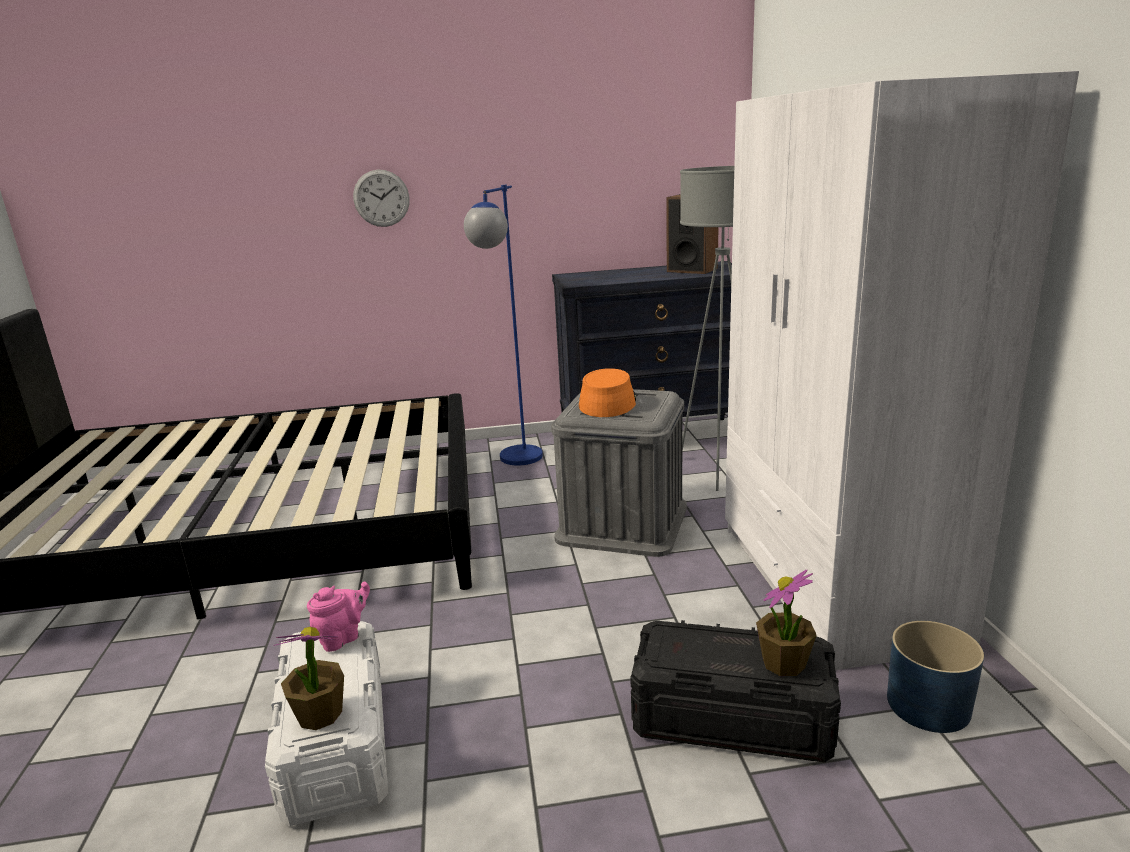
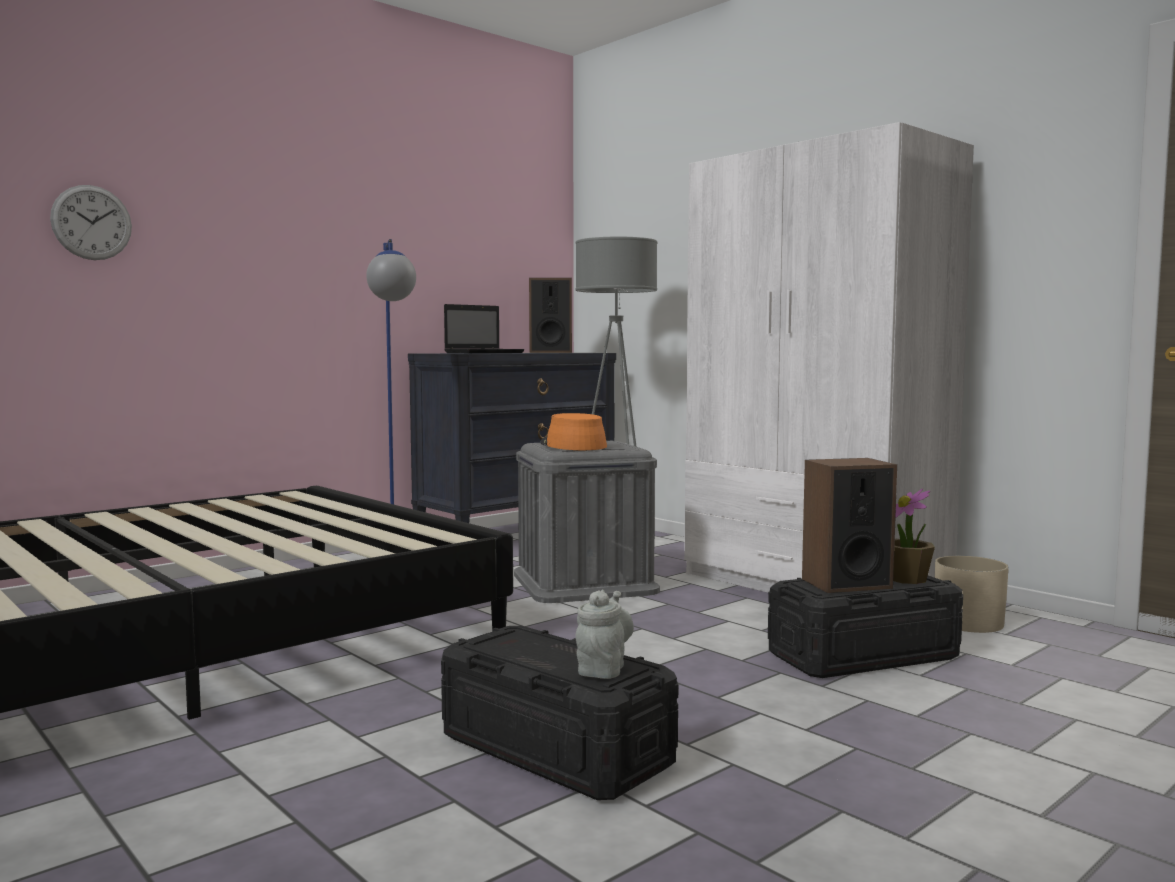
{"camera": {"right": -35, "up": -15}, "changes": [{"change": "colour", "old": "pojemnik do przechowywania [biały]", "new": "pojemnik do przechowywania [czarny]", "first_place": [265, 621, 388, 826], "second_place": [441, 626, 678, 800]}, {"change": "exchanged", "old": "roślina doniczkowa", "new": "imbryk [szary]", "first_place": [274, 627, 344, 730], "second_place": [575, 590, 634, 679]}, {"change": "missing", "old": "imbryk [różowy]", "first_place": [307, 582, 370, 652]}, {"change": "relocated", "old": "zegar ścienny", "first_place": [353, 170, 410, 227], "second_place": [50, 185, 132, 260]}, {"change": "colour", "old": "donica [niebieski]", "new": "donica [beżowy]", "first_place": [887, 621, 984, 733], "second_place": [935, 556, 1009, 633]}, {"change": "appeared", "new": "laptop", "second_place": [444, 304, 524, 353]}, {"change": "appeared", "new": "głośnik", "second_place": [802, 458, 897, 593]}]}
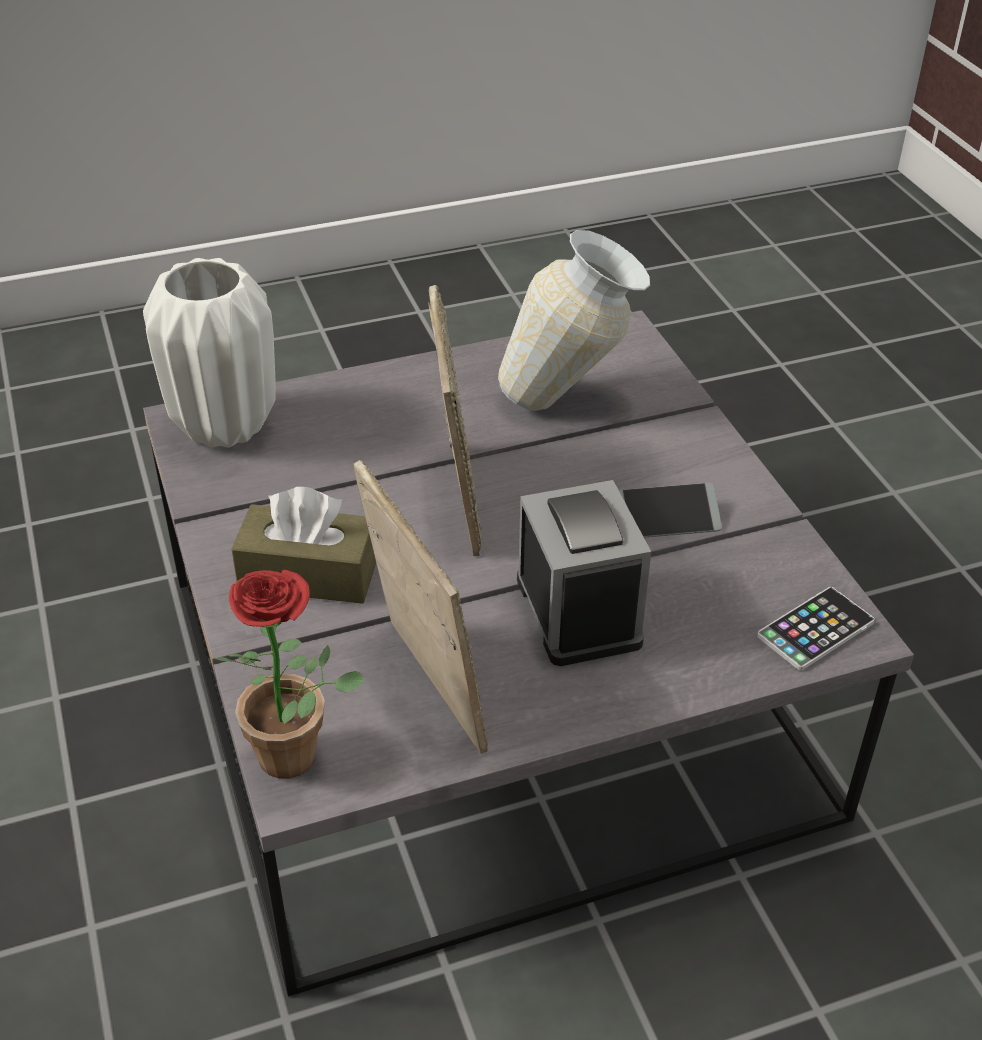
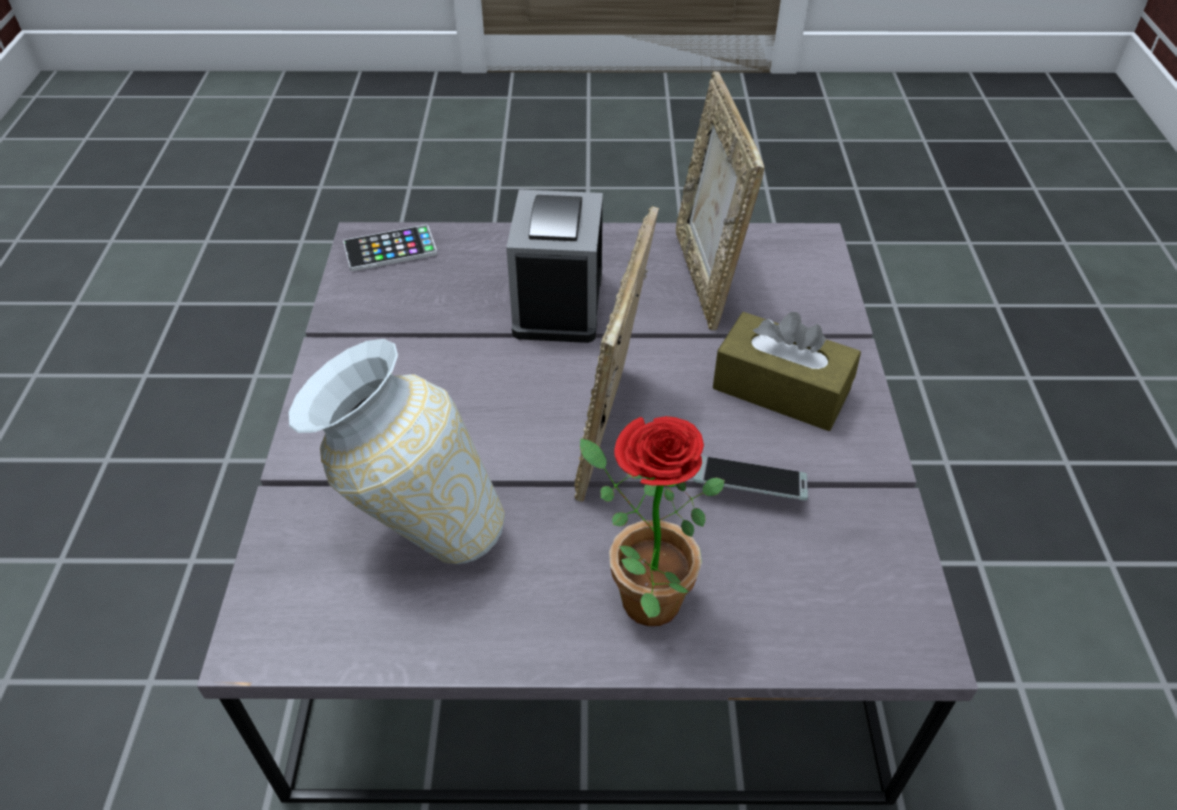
{"camera": {"right": -160, "up": 5}, "changes": [{"change": "missing", "old": "wazon [biały]", "first_place": [143, 258, 276, 448]}, {"change": "relocated", "old": "roślina doniczkowa", "first_place": [213, 570, 365, 779], "second_place": [580, 416, 725, 626]}, {"change": "relocated", "old": "telefon", "first_place": [619, 483, 722, 538], "second_place": [693, 456, 808, 500]}]}
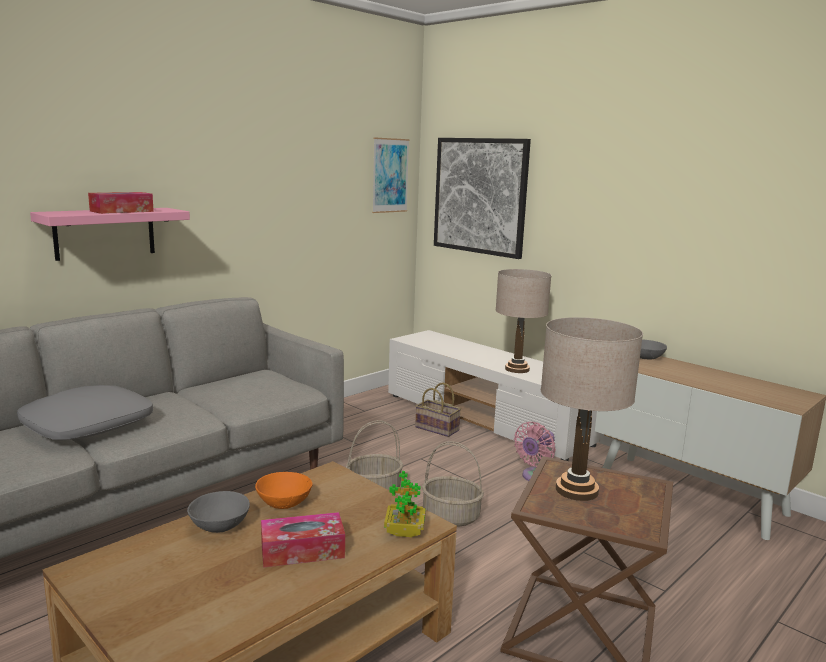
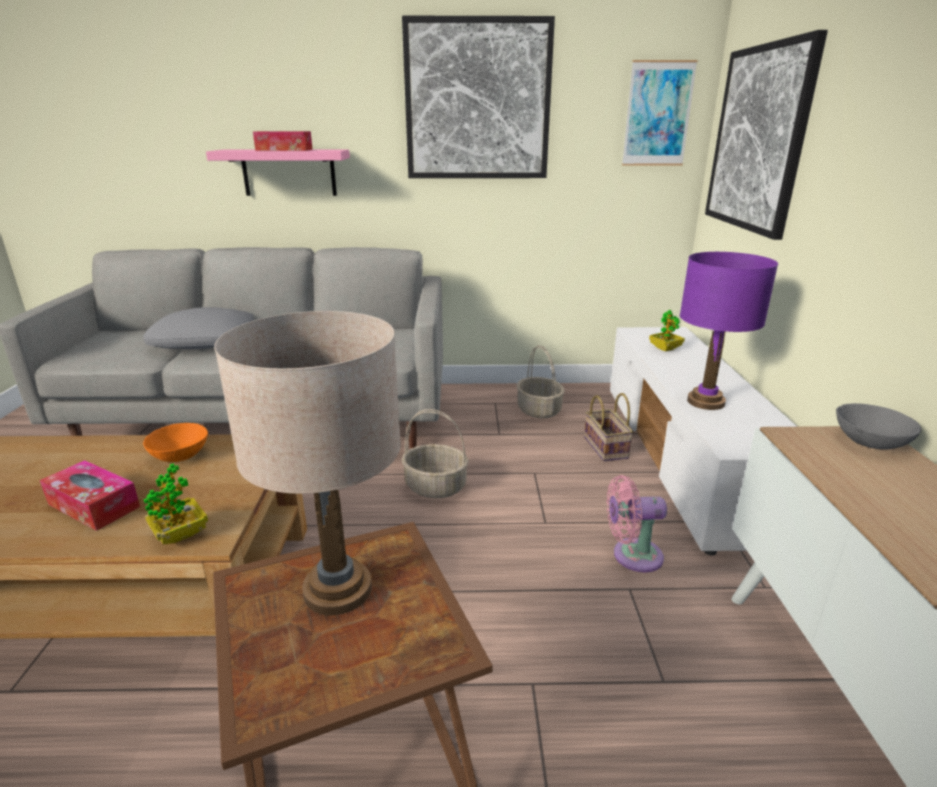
{"camera": {"right": 45, "up": 10}, "changes": [{"change": "missing", "old": "miska [szary]", "first_place": [187, 491, 250, 533]}, {"change": "relocated", "old": "koszyk", "first_place": [422, 441, 484, 527], "second_place": [517, 345, 565, 419]}, {"change": "colour", "old": "lampa stołowa [beżowy]", "new": "lampa stołowa [fioletowy]", "first_place": [496, 269, 552, 373], "second_place": [680, 252, 778, 410]}, {"change": "appeared", "new": "obraz", "second_place": [402, 16, 555, 178]}, {"change": "appeared", "new": "roślina doniczkowa", "second_place": [649, 310, 685, 351]}]}
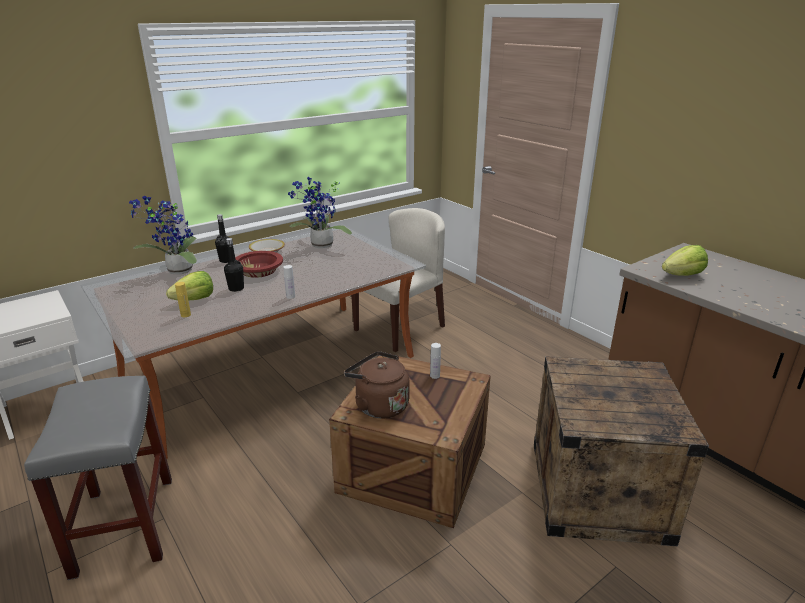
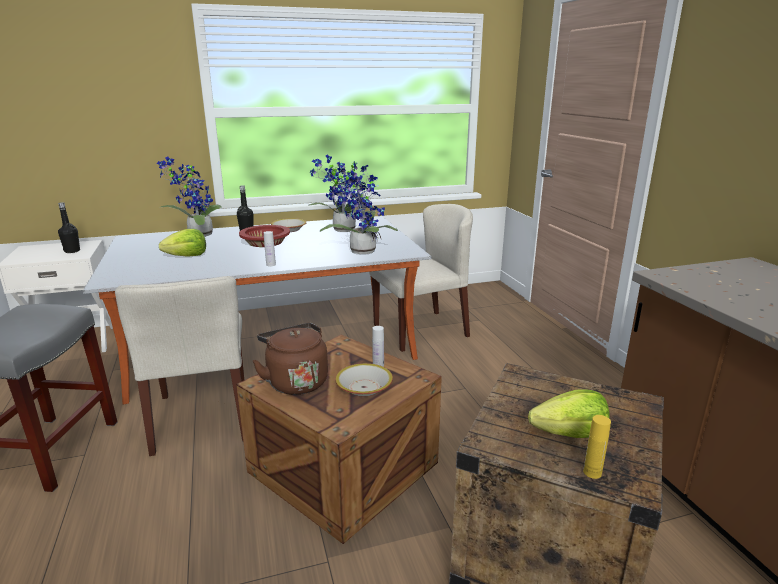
{"camera": {"right": 20, "up": -5}, "changes": [{"change": "relocated", "old": "butelka [żółty]", "first_place": [175, 282, 191, 317], "second_place": [583, 415, 611, 479]}, {"change": "relocated", "old": "butelka [czarny]", "first_place": [224, 238, 244, 292], "second_place": [58, 202, 80, 253]}, {"change": "relocated", "old": "sałata", "first_place": [662, 245, 708, 276], "second_place": [528, 389, 609, 438]}, {"change": "appeared", "new": "krzesło [beżowy]", "second_place": [115, 276, 244, 456]}, {"change": "appeared", "new": "roślina doniczkowa", "second_place": [320, 160, 398, 254]}, {"change": "appeared", "new": "miska", "second_place": [335, 363, 393, 396]}]}
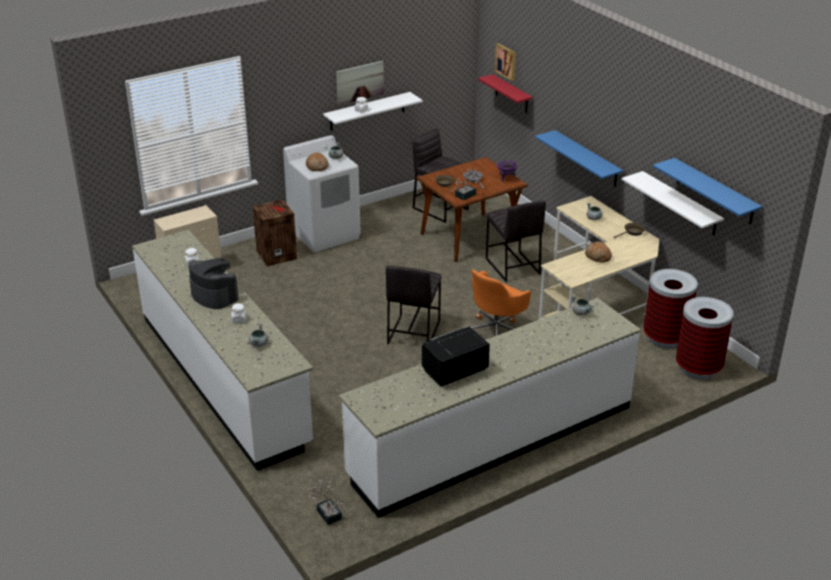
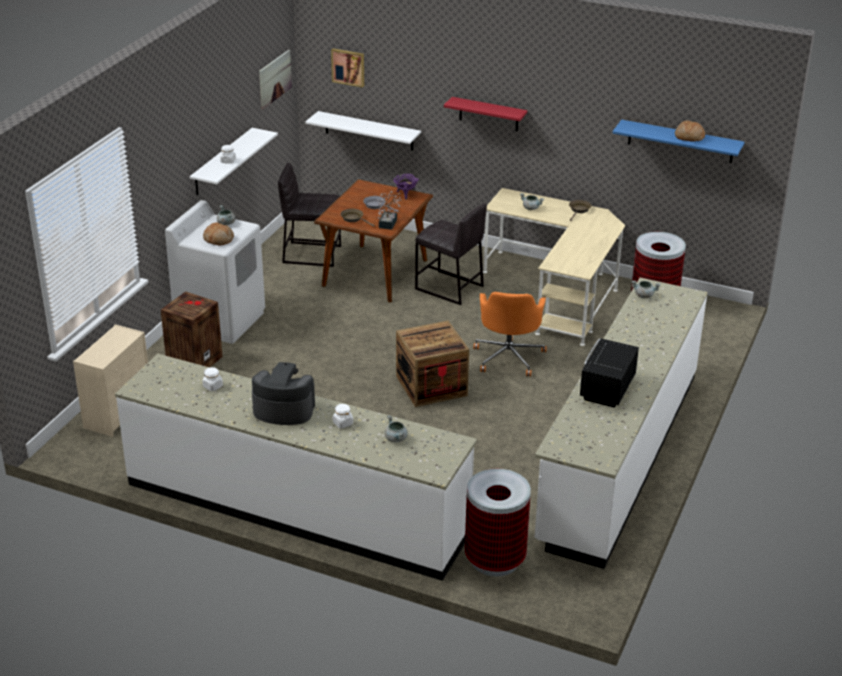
{"camera": {"right": -35, "up": 0}, "changes": [{"change": "missing", "old": "roślina doniczkowa", "first_place": [309, 477, 346, 525]}, {"change": "relocated", "old": "obraz", "first_place": [336, 61, 384, 105], "second_place": [259, 50, 292, 109]}, {"change": "exchanged", "old": "stołek [szary]", "new": "skrzynka", "first_place": [386, 266, 441, 345], "second_place": [396, 321, 469, 407]}, {"change": "relocated", "old": "półka [czerwony]", "first_place": [478, 74, 532, 113], "second_place": [444, 97, 527, 131]}, {"change": "missing", "old": "półka [niebieski]", "first_place": [535, 130, 623, 187]}, {"change": "relocated", "old": "chleb", "first_place": [585, 242, 612, 263], "second_place": [675, 120, 705, 141]}, {"change": "relocated", "old": "półka [biały]", "first_place": [622, 171, 724, 236], "second_place": [305, 111, 421, 151]}, {"change": "relocated", "old": "kosz na śmieci", "first_place": [676, 297, 733, 380], "second_place": [465, 469, 531, 577]}]}
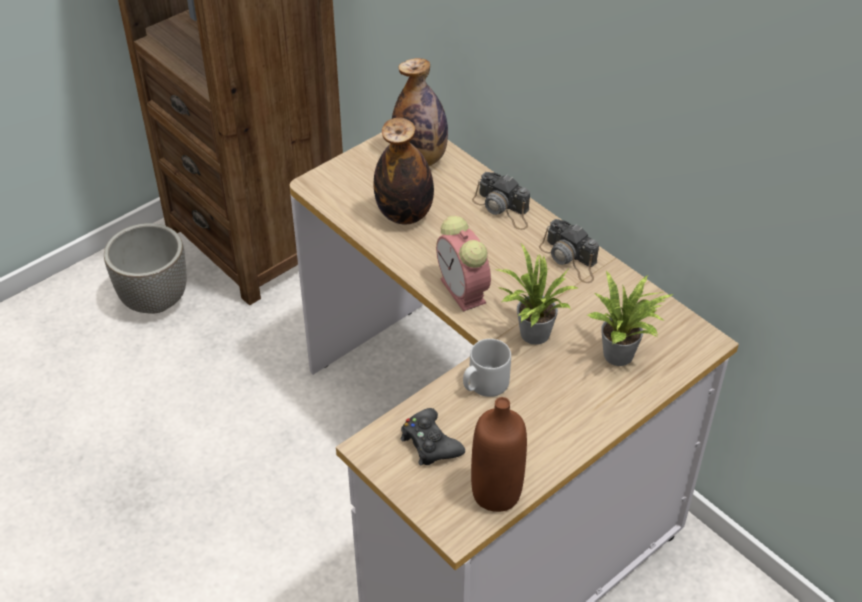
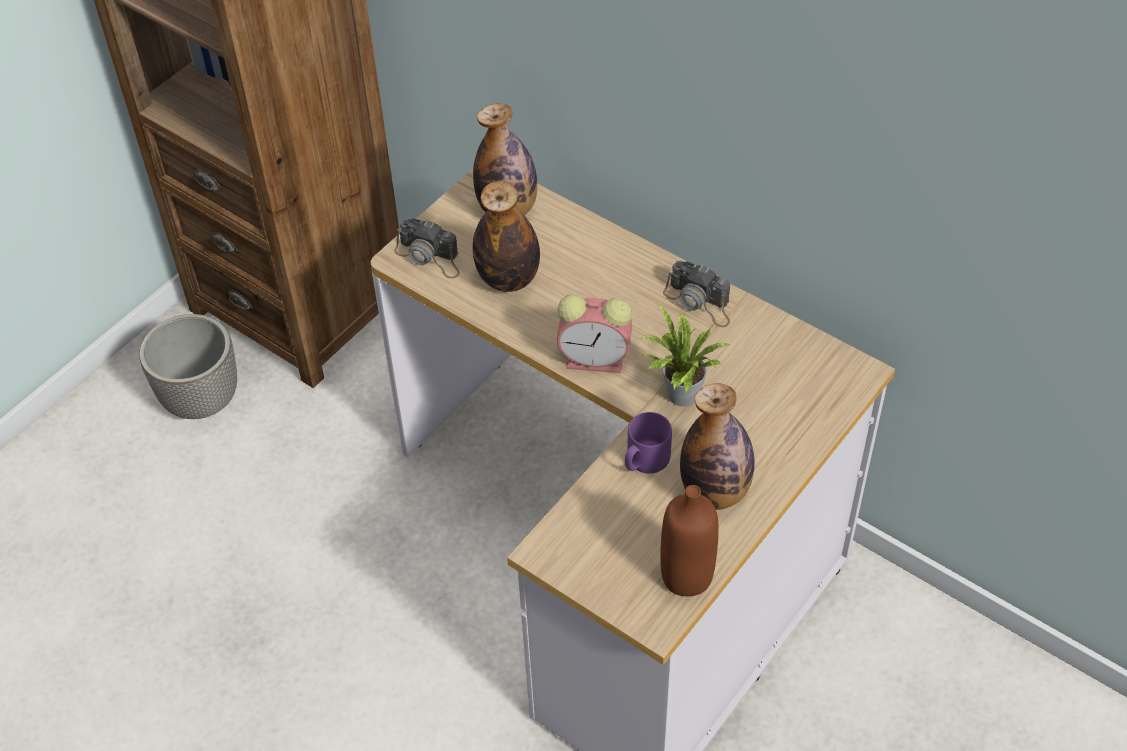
{"camera": {"right": -10, "up": 5}, "changes": [{"change": "missing", "old": "pad do gier [czarny]", "first_place": [401, 408, 465, 465]}, {"change": "spun", "old": "budzik", "first_place": [436, 215, 491, 312], "second_place": [557, 294, 632, 373], "degrees": -45}, {"change": "colour", "old": "kubek [szary]", "new": "kubek [fioletowy]", "first_place": [463, 339, 511, 397], "second_place": [625, 412, 672, 474]}, {"change": "relocated", "old": "aparat fotograficzny", "first_place": [472, 172, 530, 230], "second_place": [394, 218, 460, 278]}, {"change": "missing", "old": "roślina doniczkowa", "first_place": [588, 271, 675, 366]}, {"change": "appeared", "new": "butelka", "second_place": [680, 383, 755, 510]}]}
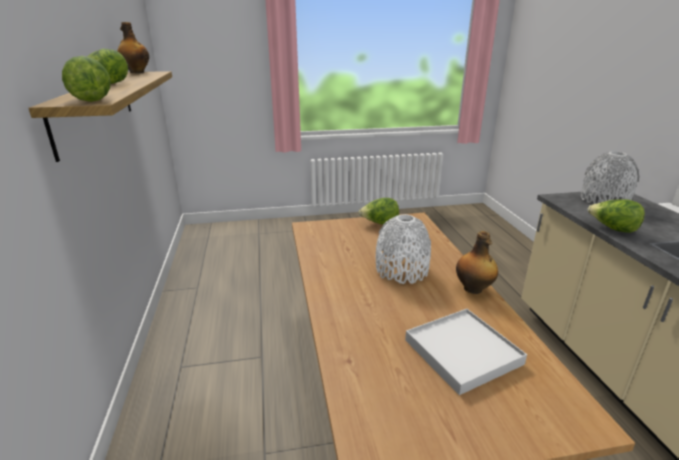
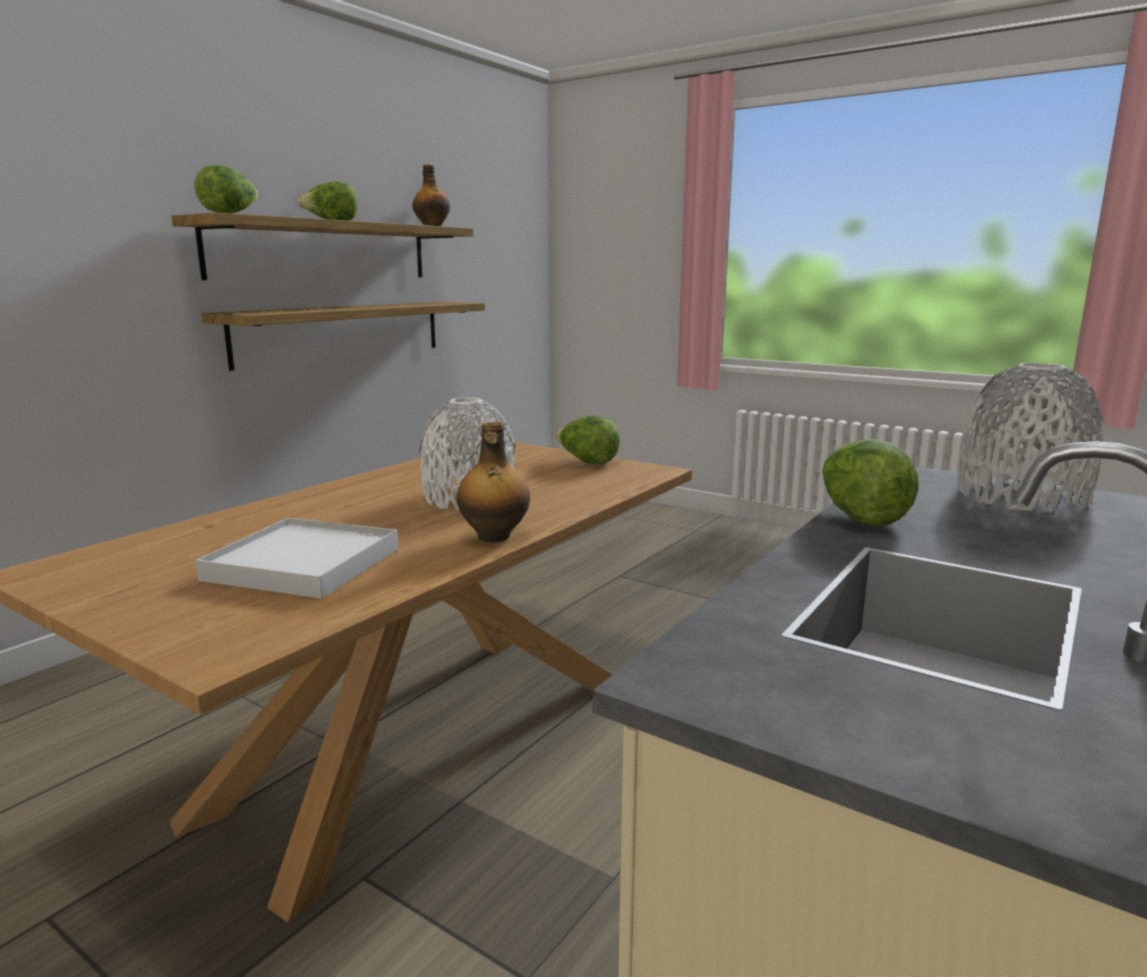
{"camera": {"right": 45, "up": -10}, "changes": [{"change": "appeared", "new": "półka", "second_place": [202, 301, 485, 371]}]}
